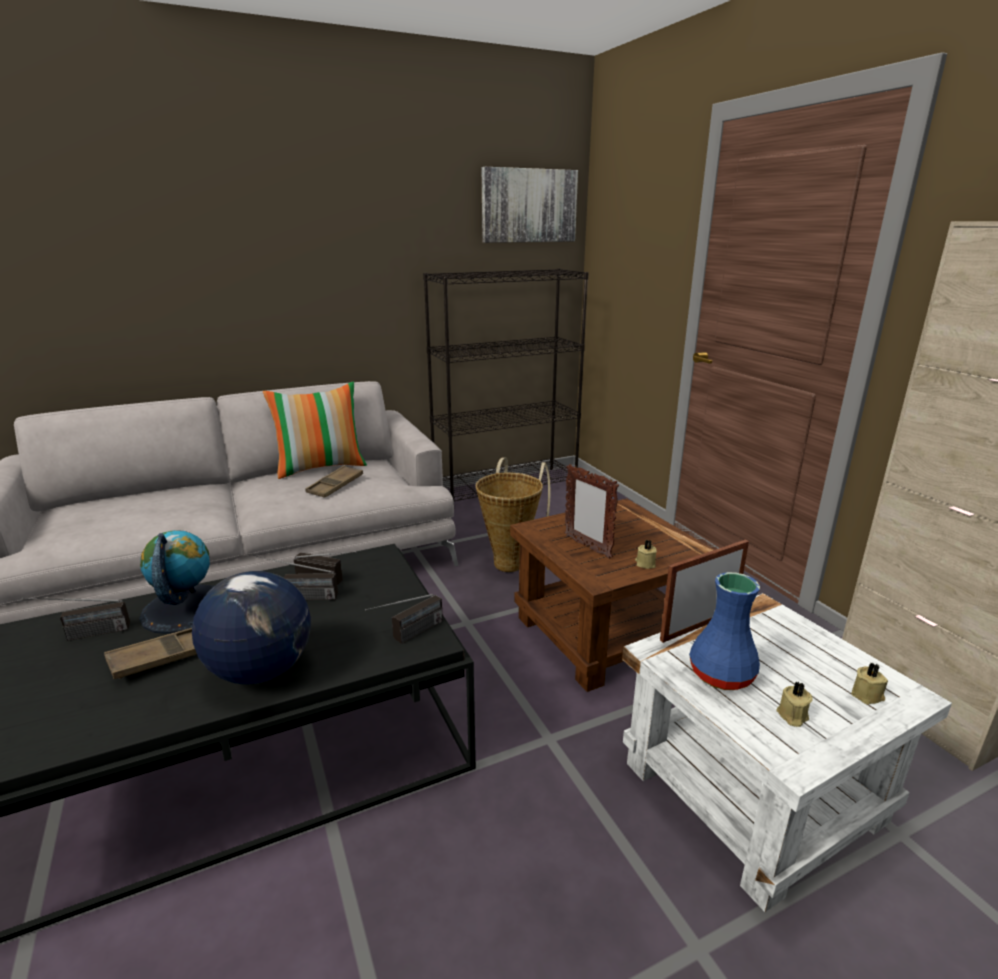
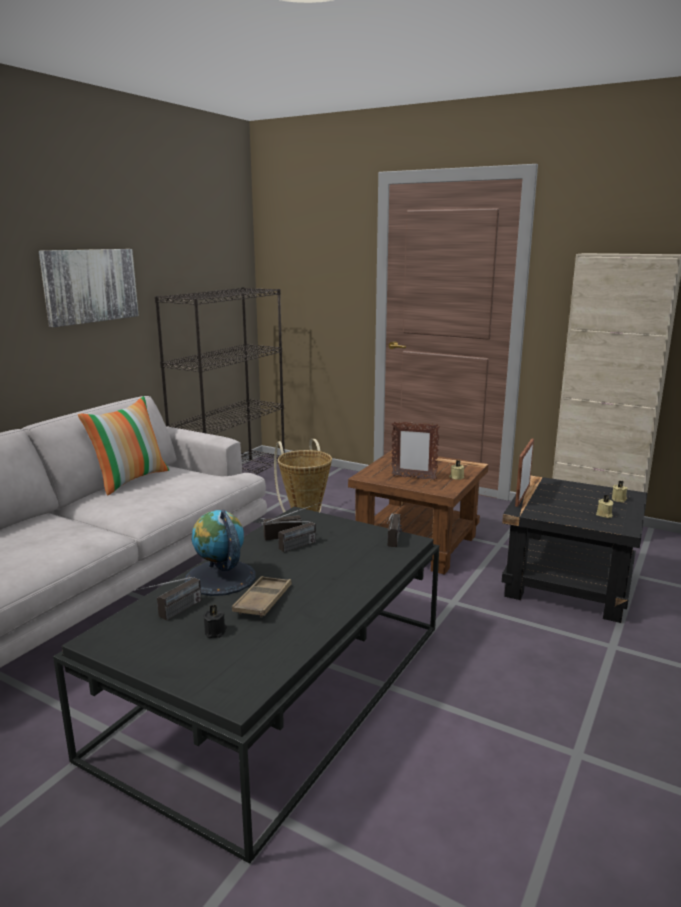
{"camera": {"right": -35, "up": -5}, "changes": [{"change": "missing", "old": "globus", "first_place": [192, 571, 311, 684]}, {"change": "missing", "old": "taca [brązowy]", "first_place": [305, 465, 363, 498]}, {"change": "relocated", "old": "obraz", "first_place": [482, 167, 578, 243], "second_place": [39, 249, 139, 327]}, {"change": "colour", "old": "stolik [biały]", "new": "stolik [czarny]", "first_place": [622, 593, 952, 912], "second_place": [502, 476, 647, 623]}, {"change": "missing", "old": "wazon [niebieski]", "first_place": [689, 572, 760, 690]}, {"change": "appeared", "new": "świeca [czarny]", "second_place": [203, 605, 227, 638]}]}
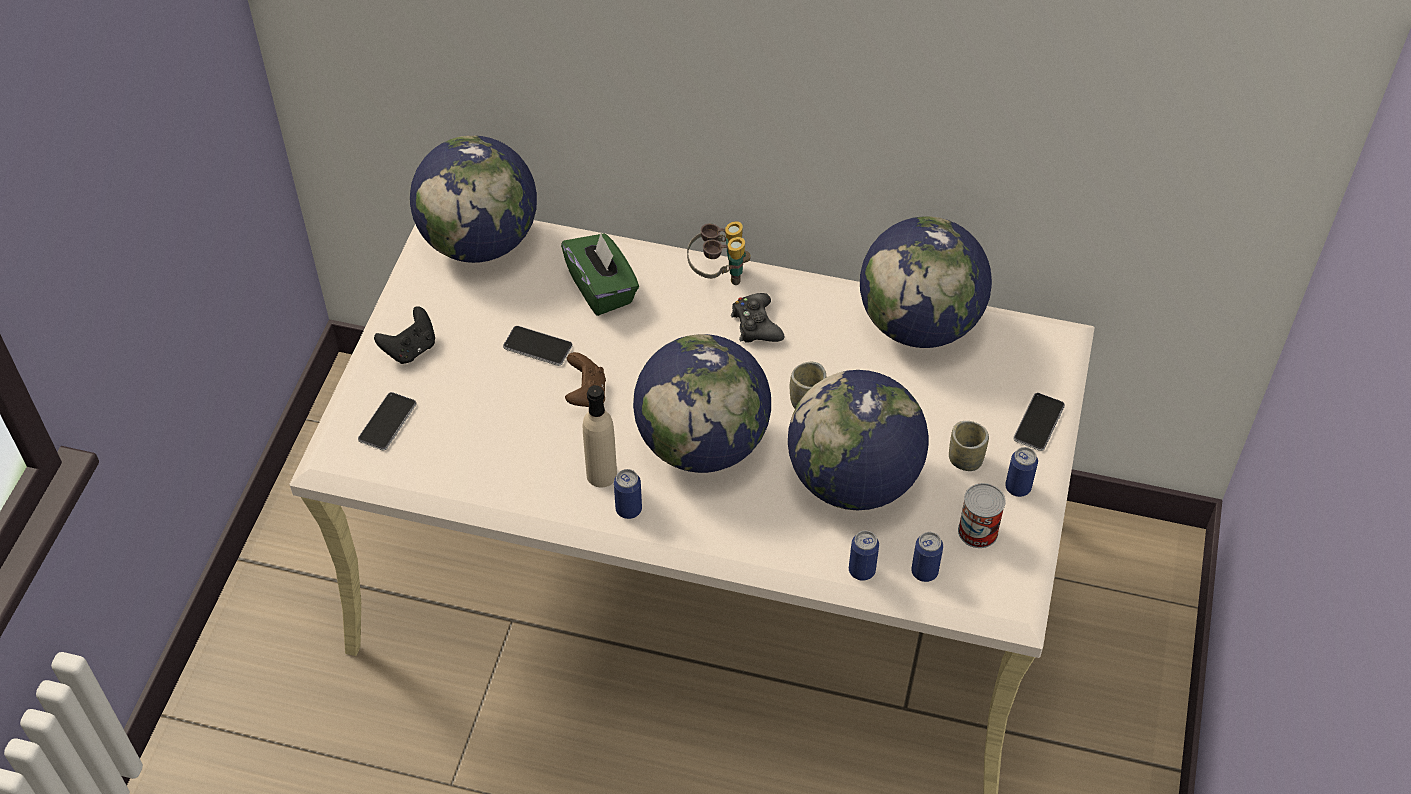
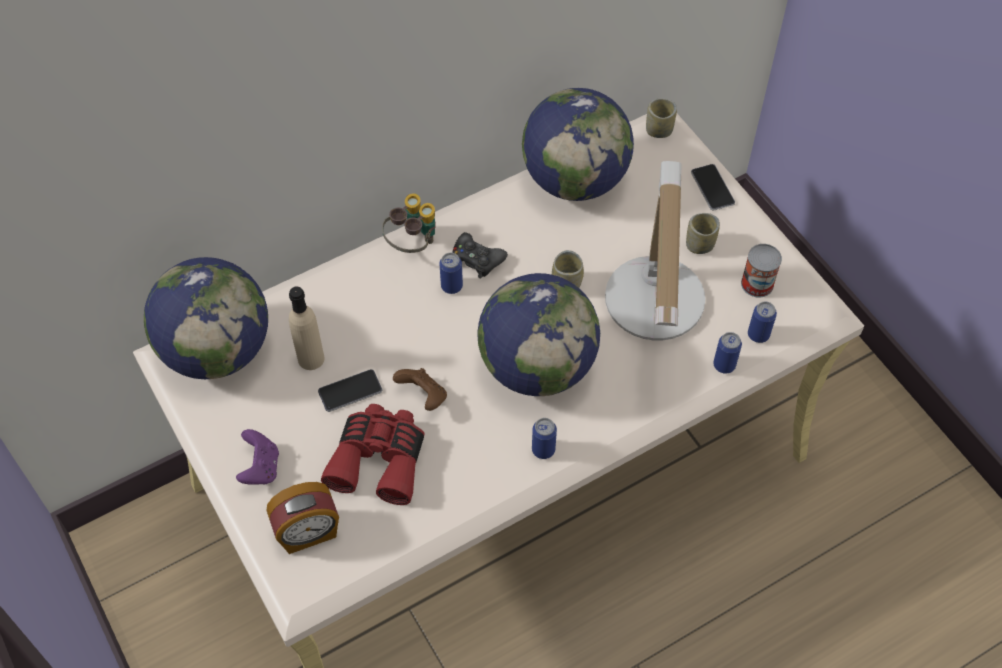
{"camera": {"right": -45, "up": 5}, "changes": [{"change": "exchanged", "old": "telefon", "new": "budzik", "first_place": [358, 392, 417, 450], "second_place": [267, 482, 339, 554]}, {"change": "colour", "old": "pad do gier [czarny]", "new": "pad do gier [fioletowy]", "first_place": [374, 306, 435, 364], "second_place": [236, 429, 279, 485]}, {"change": "missing", "old": "pudełko chusteczek [zielony]", "first_place": [561, 233, 639, 316]}, {"change": "relocated", "old": "butelka [beżowy]", "first_place": [583, 385, 617, 488], "second_place": [289, 286, 324, 370]}, {"change": "exchanged", "old": "globus", "new": "lampa stołowa", "first_place": [788, 370, 929, 510], "second_place": [605, 161, 705, 340]}, {"change": "relocated", "old": "puszka", "first_place": [1005, 447, 1038, 497], "second_place": [439, 253, 463, 294]}, {"change": "appeared", "new": "lornetka [czerwony]", "second_place": [321, 404, 425, 505]}, {"change": "appeared", "new": "filiżanka", "second_place": [646, 99, 677, 138]}]}
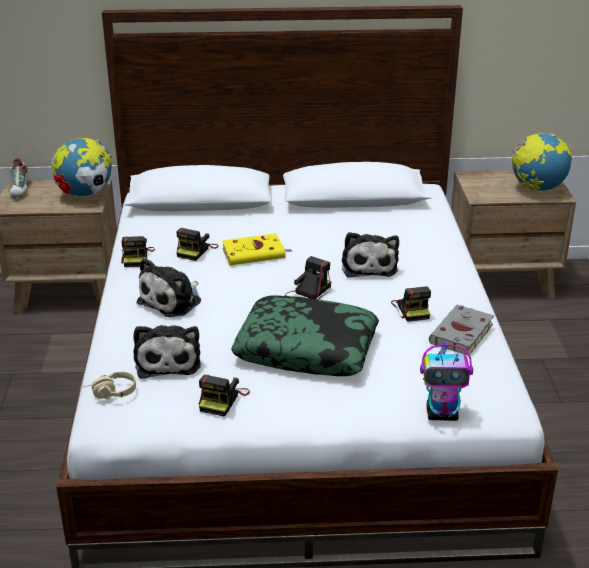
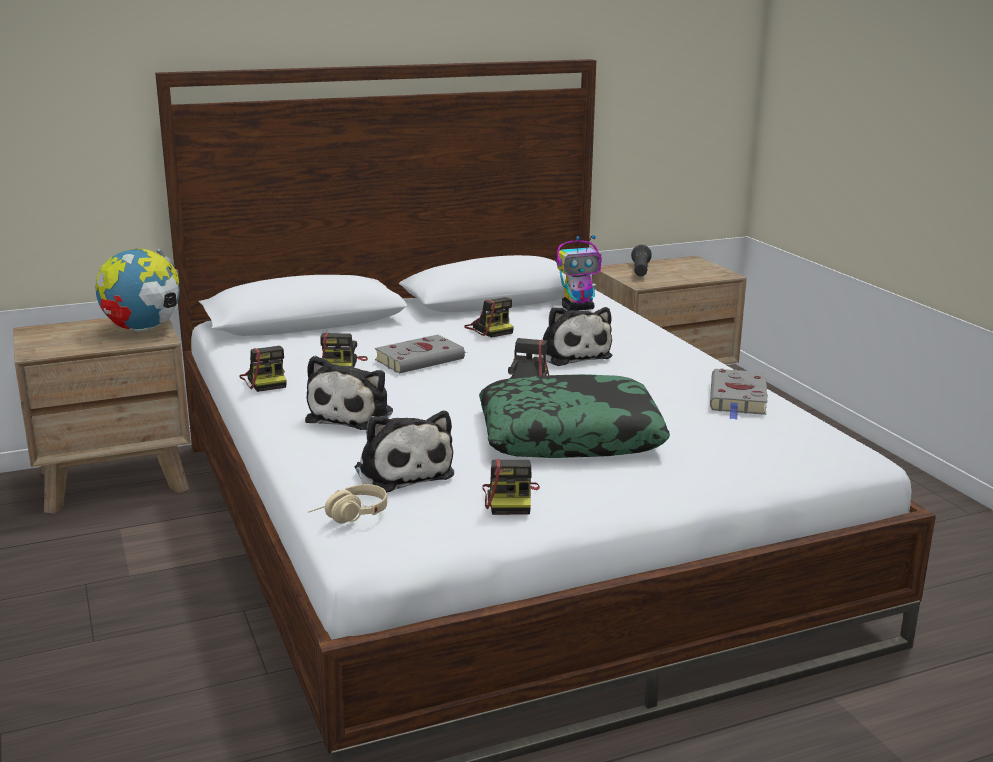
{"camera": {"right": -20, "up": -10}, "changes": [{"change": "missing", "old": "but", "first_place": [9, 158, 31, 198]}, {"change": "colour", "old": "książka [żółty]", "new": "książka [szary]", "first_place": [222, 233, 292, 265], "second_place": [375, 335, 466, 374]}, {"change": "relocated", "old": "aparat fotograficzny", "first_place": [391, 286, 431, 322], "second_place": [464, 297, 514, 338]}, {"change": "relocated", "old": "robot zabawkowy", "first_place": [420, 344, 473, 421], "second_place": [556, 235, 602, 311]}, {"change": "missing", "old": "globus", "first_place": [512, 133, 572, 192]}, {"change": "appeared", "new": "latarka [czarny]", "second_place": [631, 245, 652, 276]}]}
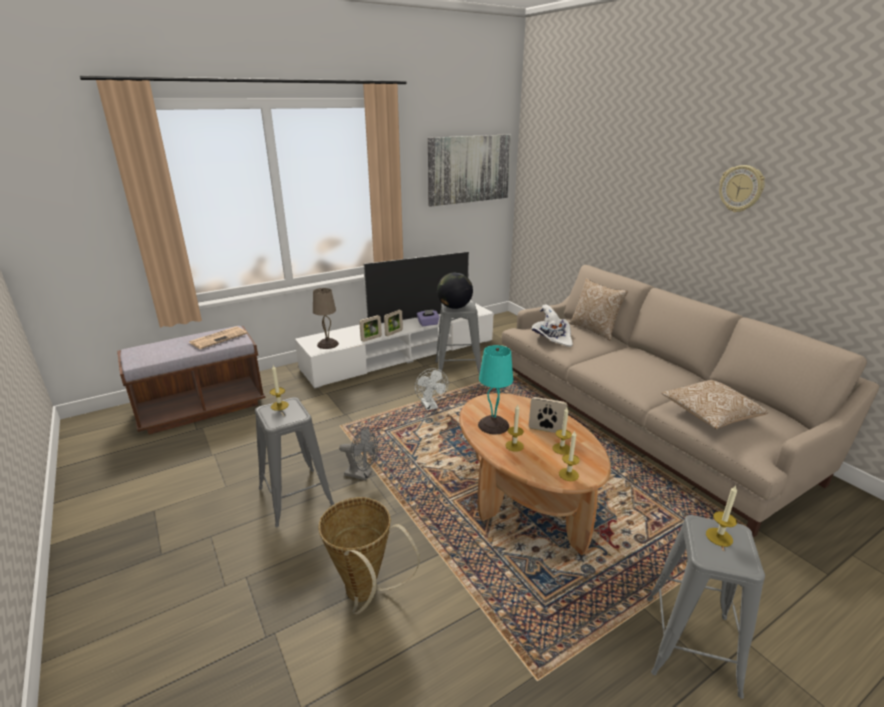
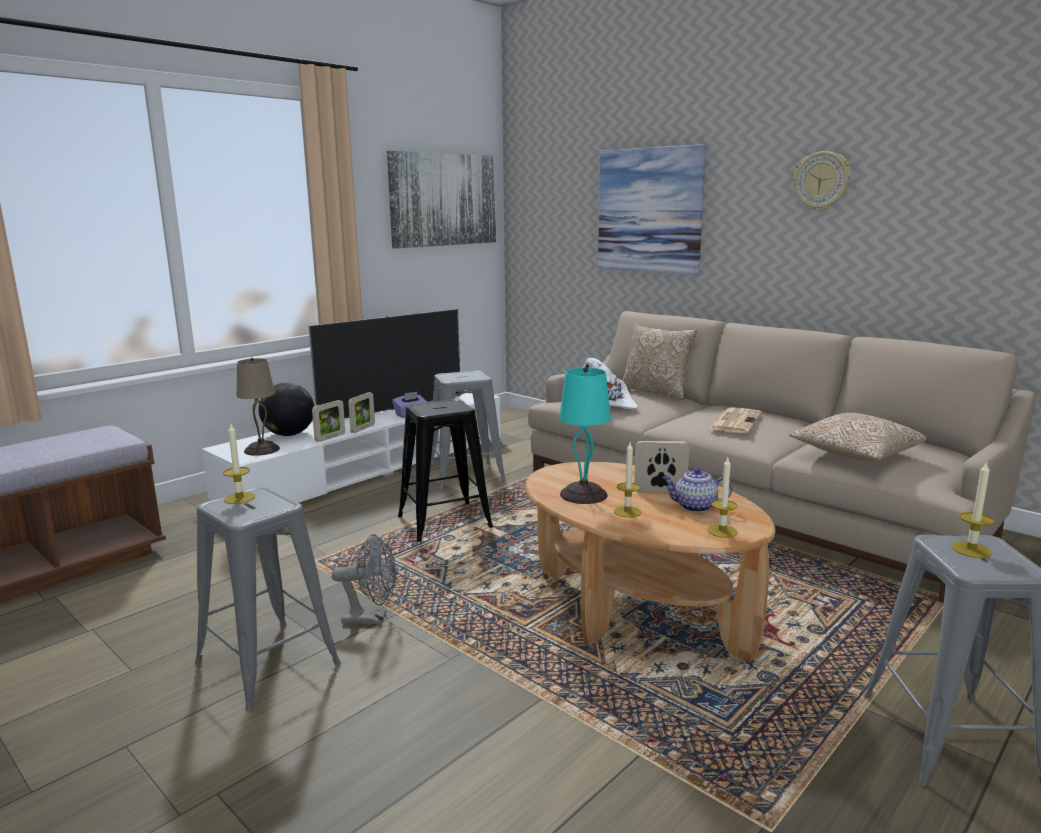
{"camera": {"right": -15, "up": -10}, "changes": [{"change": "relocated", "old": "gazeta", "first_place": [189, 326, 247, 349], "second_place": [709, 407, 762, 433]}, {"change": "missing", "old": "koszyk", "first_place": [319, 497, 420, 614]}, {"change": "exchanged", "old": "wentylator [biały]", "new": "stołek [czarny]", "first_place": [415, 368, 448, 410], "second_place": [398, 399, 493, 542]}, {"change": "relocated", "old": "globus", "first_place": [437, 273, 473, 309], "second_place": [258, 382, 314, 436]}, {"change": "exchanged", "old": "świeca", "new": "imbryk", "first_place": [552, 408, 572, 455], "second_place": [662, 468, 732, 512]}, {"change": "appeared", "new": "obraz", "second_place": [598, 144, 706, 275]}]}
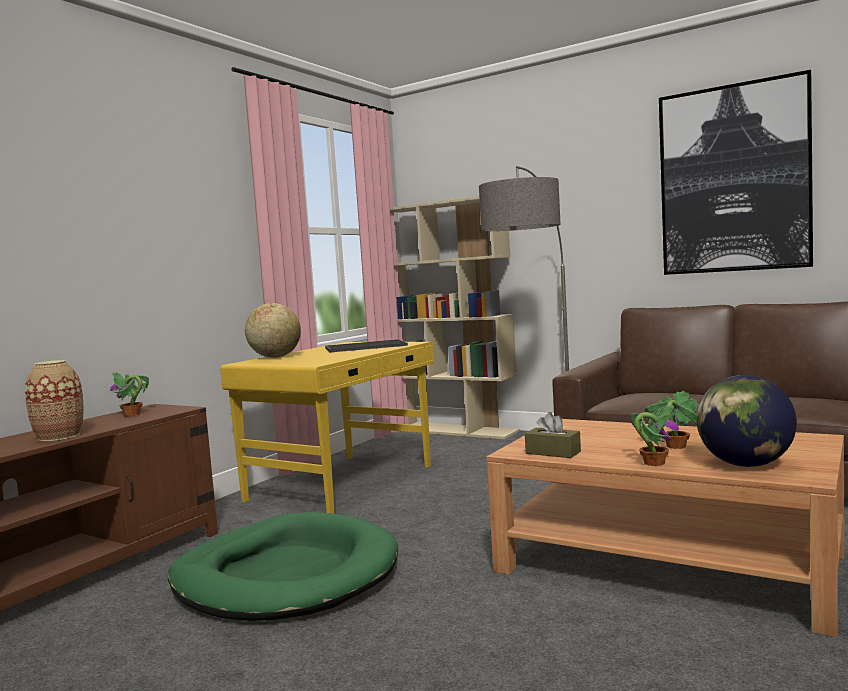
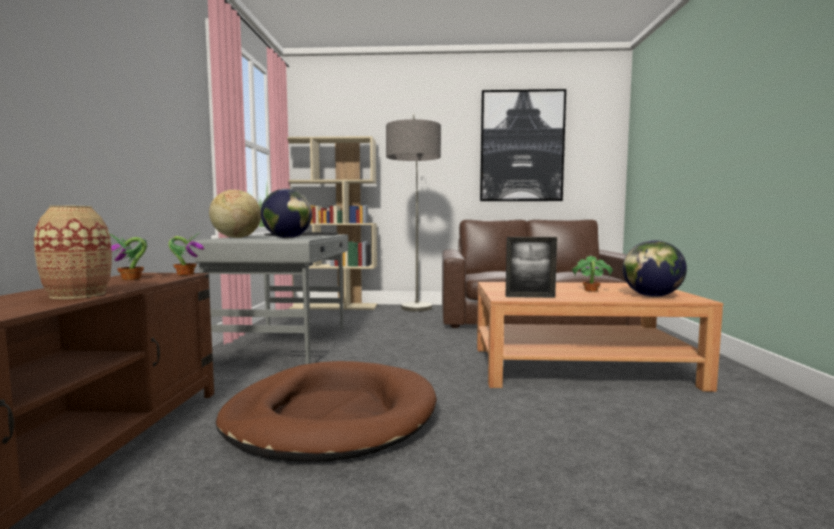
{"camera": {"right": -30, "up": 0}, "changes": [{"change": "colour", "old": "legowisko [zielony]", "new": "legowisko [brązowy]", "first_place": [168, 512, 398, 621], "second_place": [216, 361, 437, 462]}, {"change": "colour", "old": "biurko [żółty]", "new": "biurko [szary]", "first_place": [220, 342, 434, 514], "second_place": [194, 234, 348, 364]}, {"change": "exchanged", "old": "pudełko chusteczek [brązowy]", "new": "ramka na zdjęcie", "first_place": [525, 412, 581, 458], "second_place": [506, 237, 557, 298]}, {"change": "relocated", "old": "roślina doniczkowa", "first_place": [631, 405, 679, 466], "second_place": [168, 232, 204, 275]}, {"change": "appeared", "new": "globus", "second_place": [261, 189, 312, 238]}]}
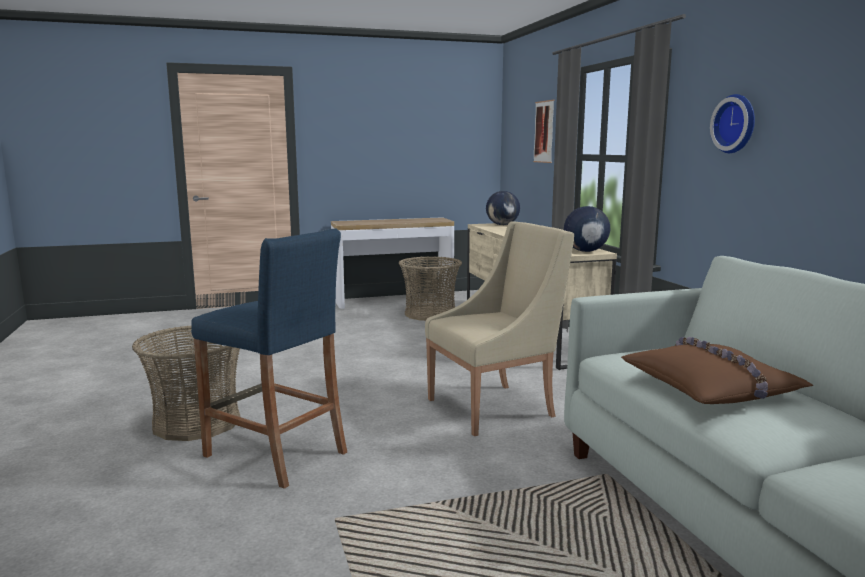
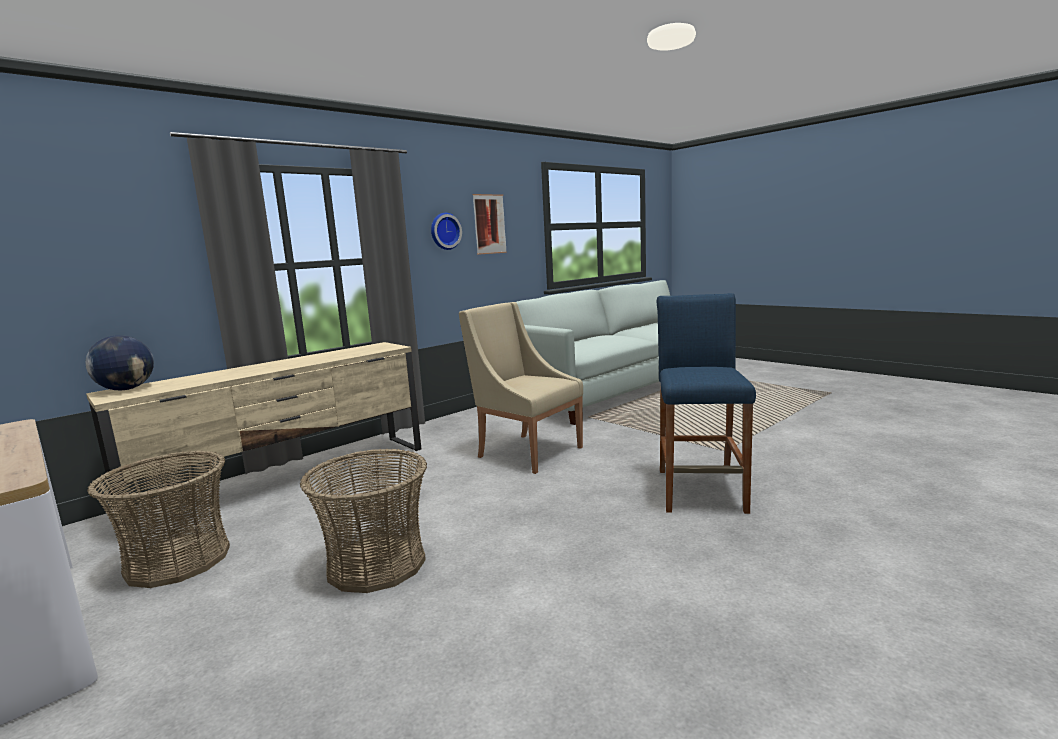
{"camera": {"right": -115, "up": 0}, "changes": [{"change": "relocated", "old": "koszyk", "first_place": [132, 326, 240, 441], "second_place": [300, 448, 427, 593]}, {"change": "relocated", "old": "obraz", "first_place": [533, 100, 554, 163], "second_place": [473, 194, 507, 255]}, {"change": "missing", "old": "globus", "first_place": [564, 206, 610, 252]}, {"change": "missing", "old": "poduszka [brązowy]", "first_place": [621, 337, 813, 404]}]}
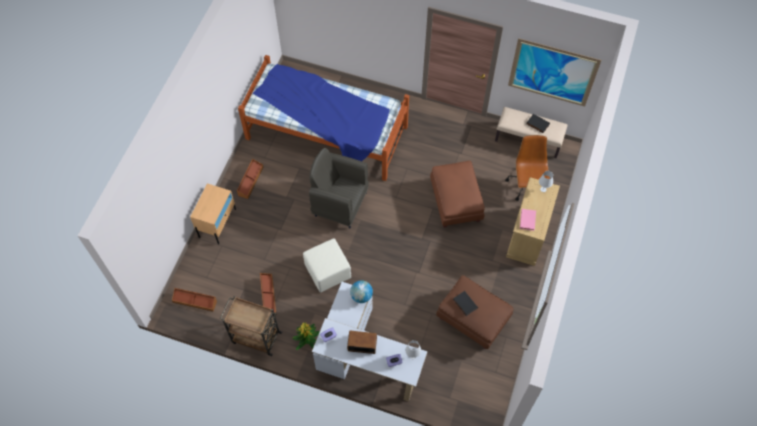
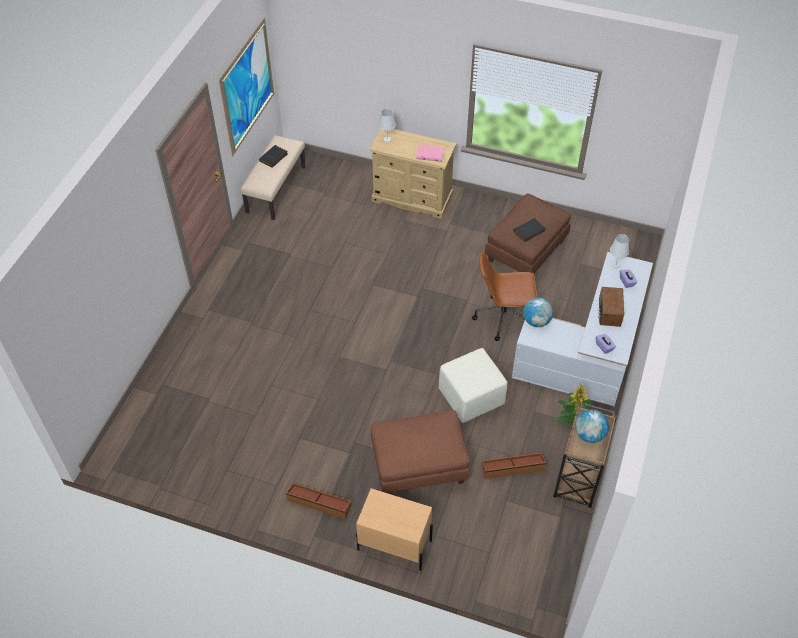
{"camera": {"right": -90, "up": -10}, "changes": [{"change": "missing", "old": "pojemnik do przechowywania [brązowy]", "first_place": [172, 288, 217, 311]}, {"change": "missing", "old": "łóżko", "first_place": [238, 55, 409, 181]}, {"change": "missing", "old": "fotel [szary]", "first_place": [309, 148, 369, 229]}, {"change": "relocated", "old": "pufa [brązowy]", "first_place": [430, 161, 485, 228], "second_place": [371, 410, 470, 494]}, {"change": "relocated", "old": "krzesło biurowe [brązowy]", "first_place": [505, 135, 550, 201], "second_place": [472, 252, 537, 341]}, {"change": "appeared", "new": "globus", "second_place": [575, 410, 609, 443]}]}
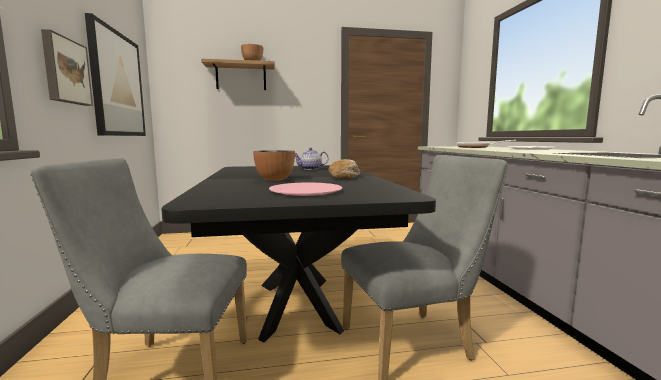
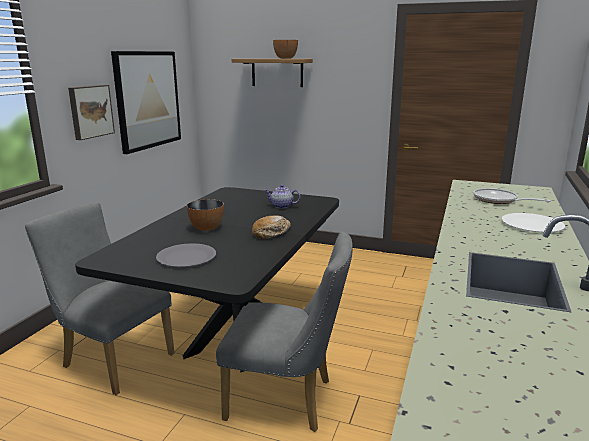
{"camera": {"right": 30, "up": 10}, "changes": [{"change": "colour", "old": "talerz [różowy]", "new": "talerz [szary]", "first_place": [269, 183, 342, 196], "second_place": [156, 243, 216, 267]}]}
